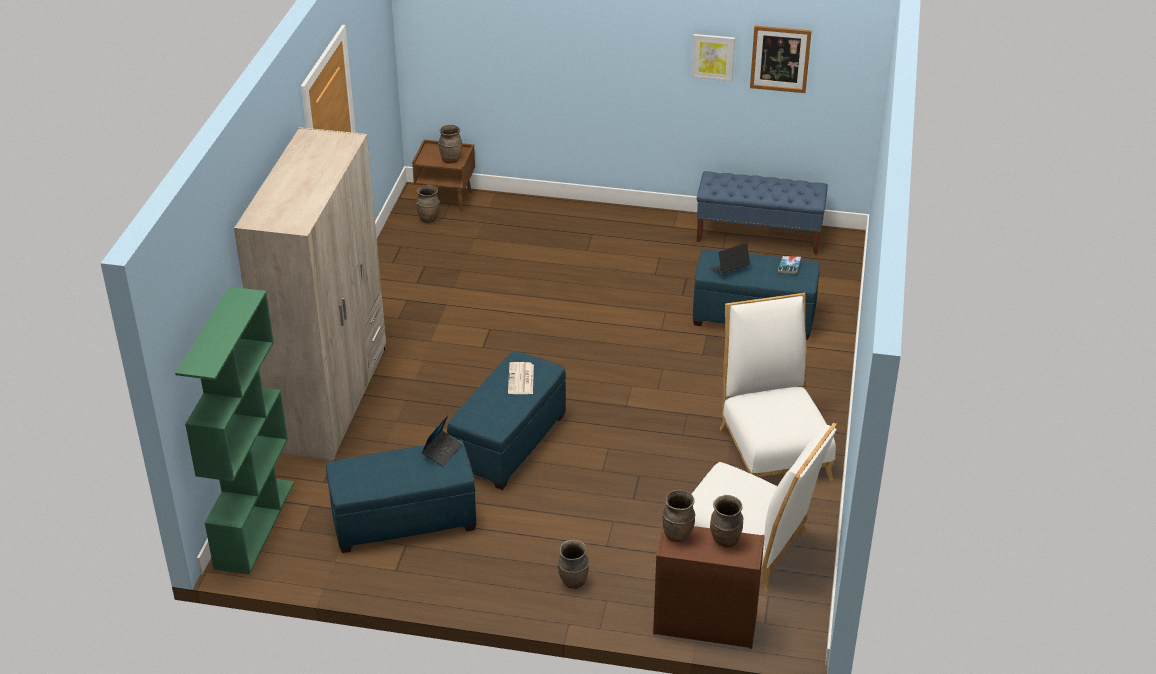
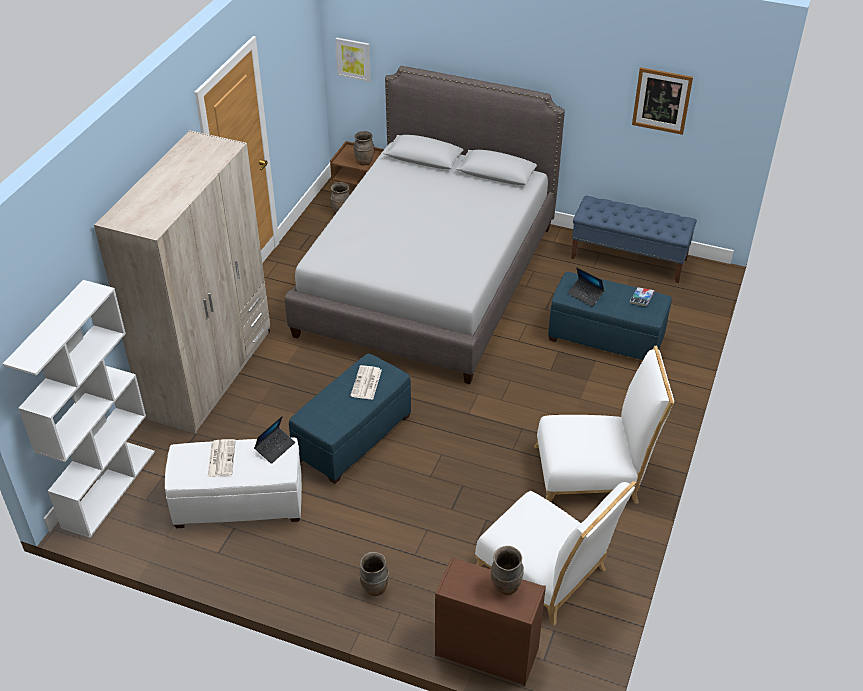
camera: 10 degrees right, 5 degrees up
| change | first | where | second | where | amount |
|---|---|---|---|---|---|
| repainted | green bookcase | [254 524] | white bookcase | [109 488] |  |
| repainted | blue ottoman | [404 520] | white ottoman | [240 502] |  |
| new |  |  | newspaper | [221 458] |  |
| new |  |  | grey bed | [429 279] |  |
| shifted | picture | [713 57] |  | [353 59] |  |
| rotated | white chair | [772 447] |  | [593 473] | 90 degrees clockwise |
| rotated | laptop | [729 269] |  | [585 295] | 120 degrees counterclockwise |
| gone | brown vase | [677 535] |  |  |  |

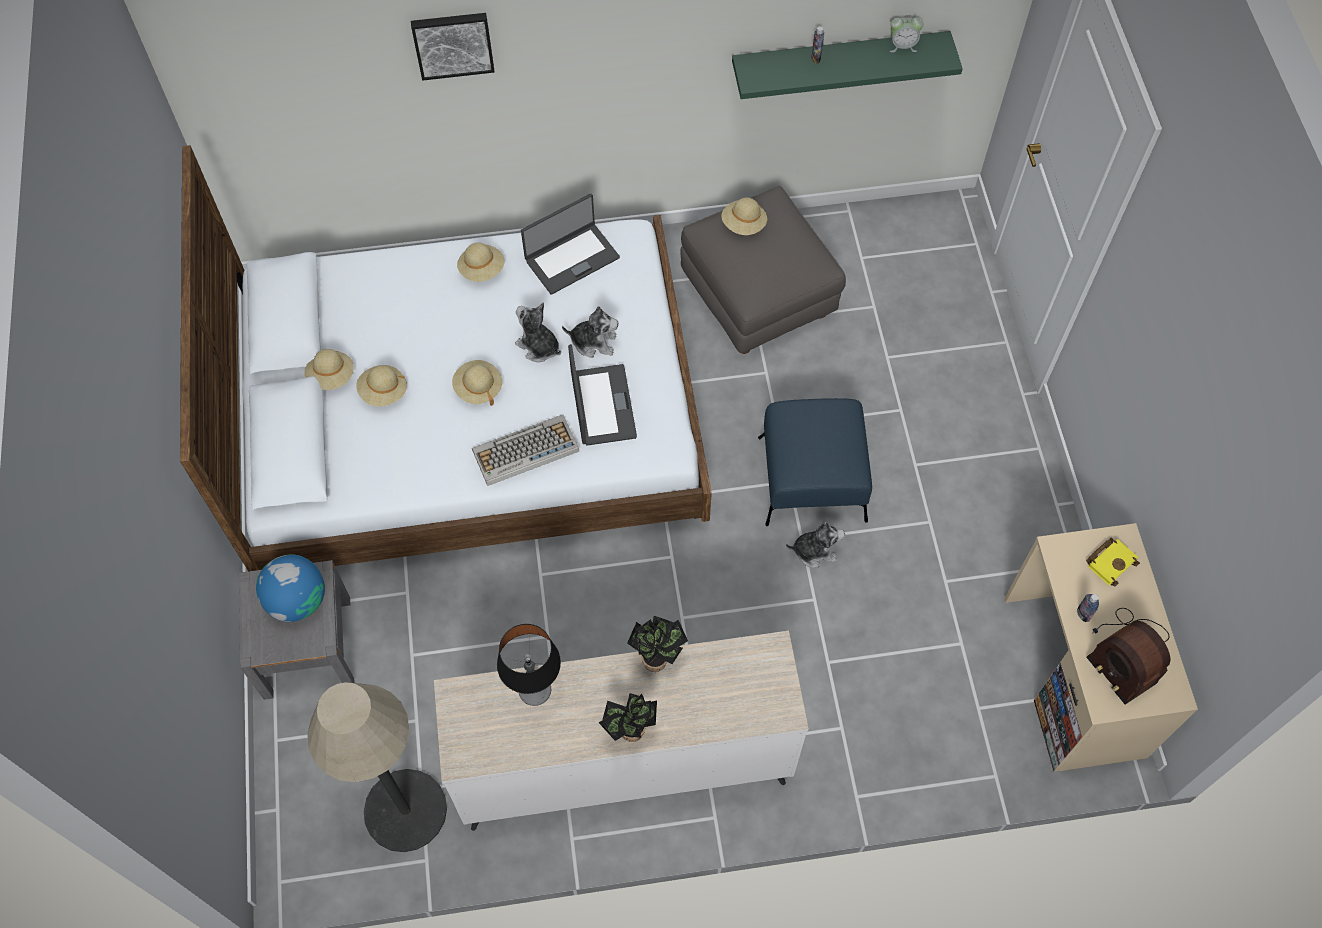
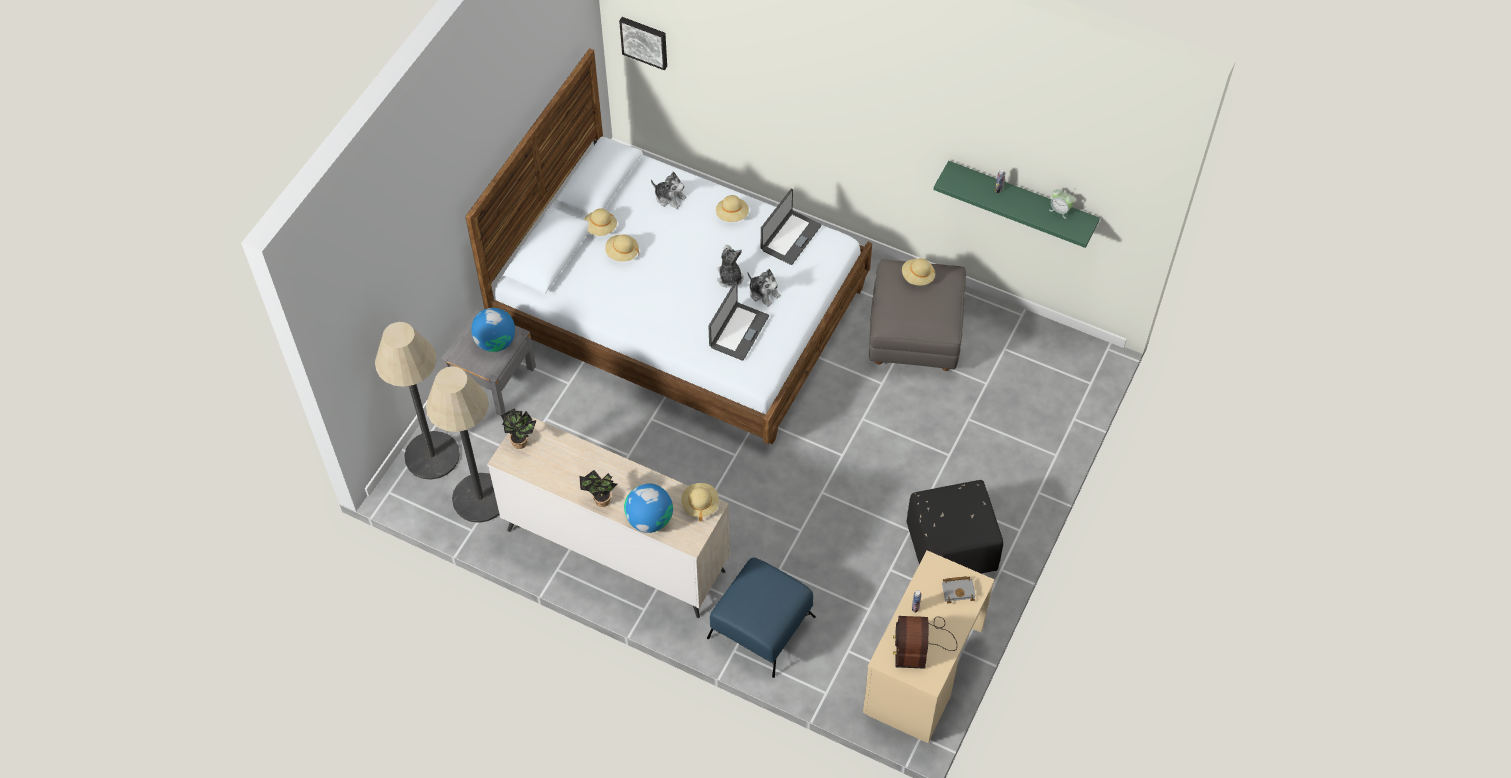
camera: 35 degrees right, 5 degrees down
| change | first | where | second | where | amount |
|---|---|---|---|---|---|
| new |  |  | floor lamp | [432 455] |  |
| shifted | potted plant | [657 659] |  | [522 442] |  |
| shifted | picture | [453 43] |  | [644 41] |  |
| new |  |  | globe | [649 519] |  |
| shifted | plush toy | [814 551] |  | [669 197] |  |
| shifted | beige hat | [478 388] |  | [700 504] |  |
| shifted | blue ottoman | [812 477] |  | [762 627] |  |
| rotated | laptop | [571 258] |  | [790 237] | 60 degrees counterclockwise |
| new |  |  | black ottoman | [952 547] |  |
| repainted | yellow book | [1111 561] | grey book | [959 590] |  |
| gone | keyboard | [525 451] |  |  |  |
| gone | table lamp | [534 690] |  |  |  |

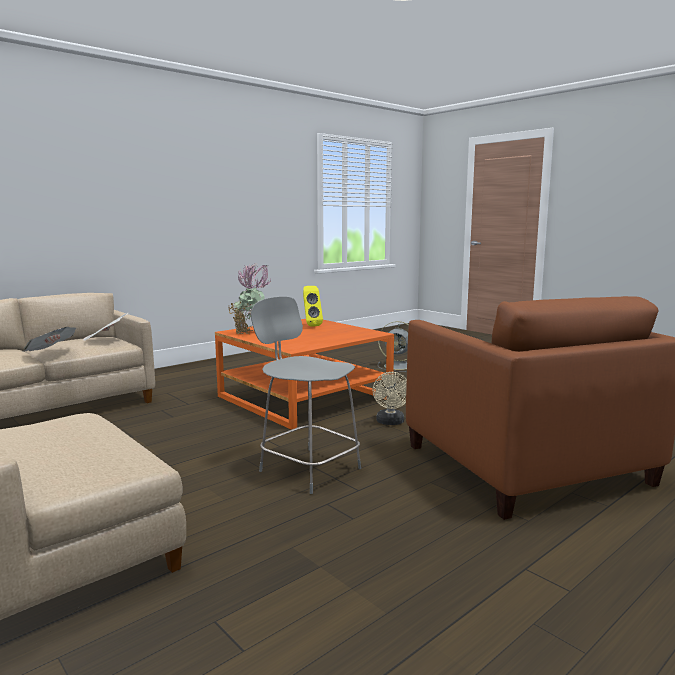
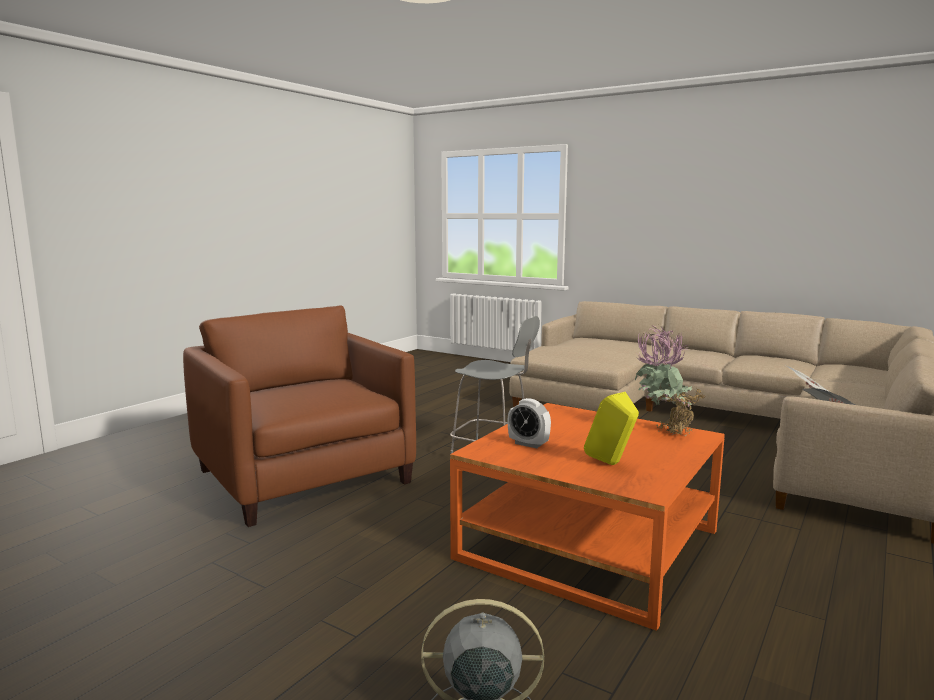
camera: 165 degrees right, 0 degrees up
| change | first | where | second | where | amount |
|---|---|---|---|---|---|
| new |  |  | alarm clock | [528 444] |  |
| gone | beige fan | [390 422] |  |  |  |

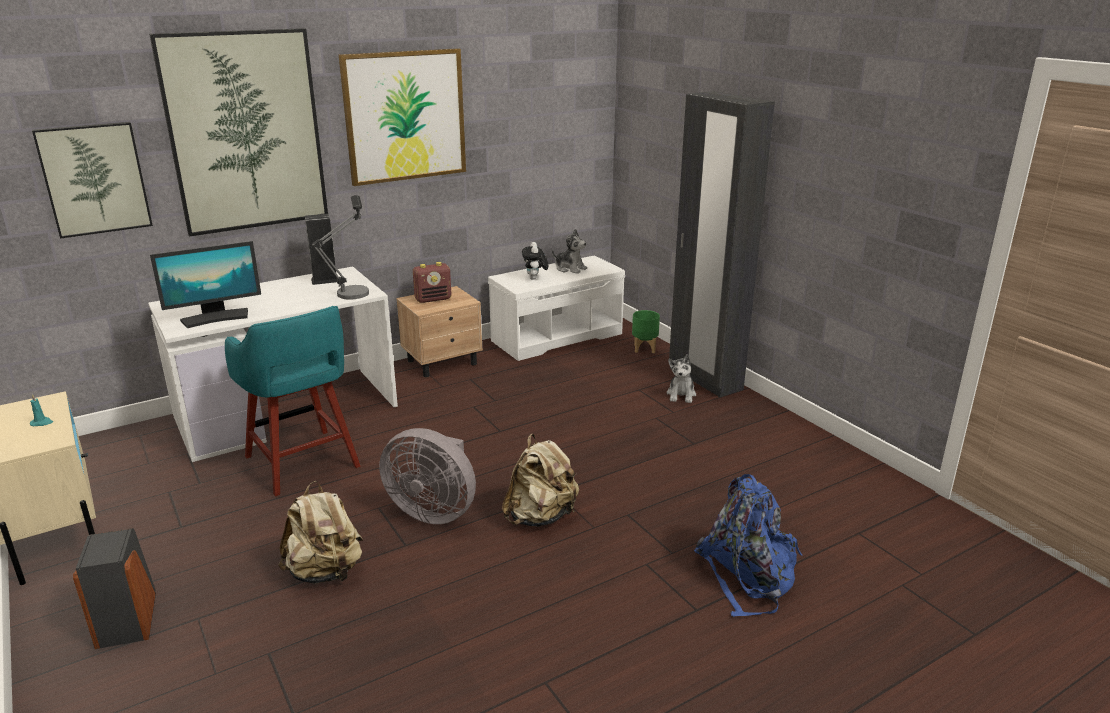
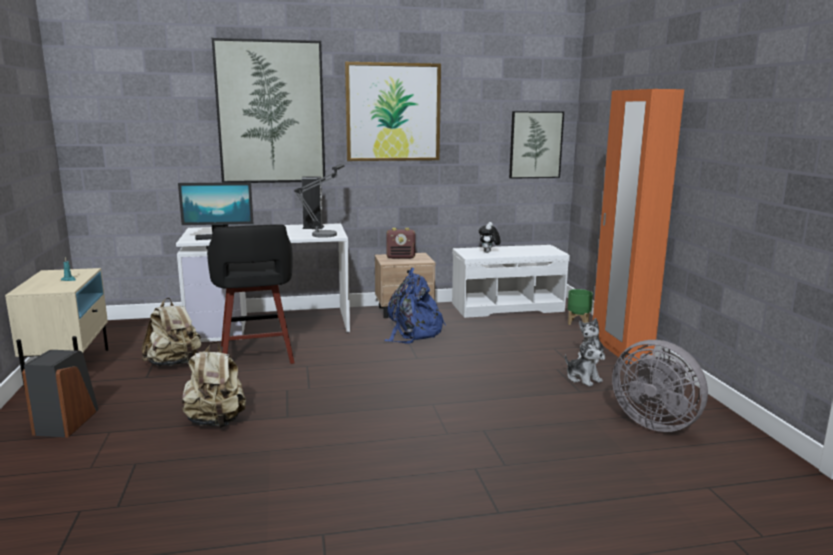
camera: 20 degrees right, 10 degrees down
| change | first | where | second | where | amount |
|---|---|---|---|---|---|
| shifted | beige backpack | [540 517] |  | [174 364] |  |
| repainted | turquoise stool | [303 463] | black stool | [256 355] |  |
| shifted | blue backpack | [748 575] |  | [413 332] |  |
| shifted | picture | [94 179] |  | [535 144] |  |
| shifted | plush toy | [570 268] |  | [582 378] |  |
| repainted | black wardrobe | [704 379] | orange wardrobe | [620 349] |  |
| shifted | grey fan | [434 511] |  | [654 422] |  |

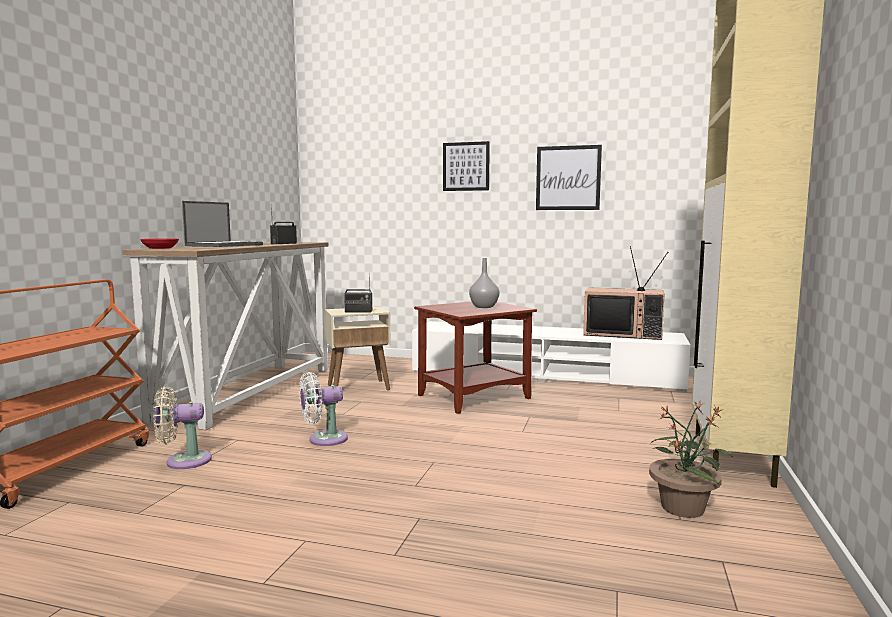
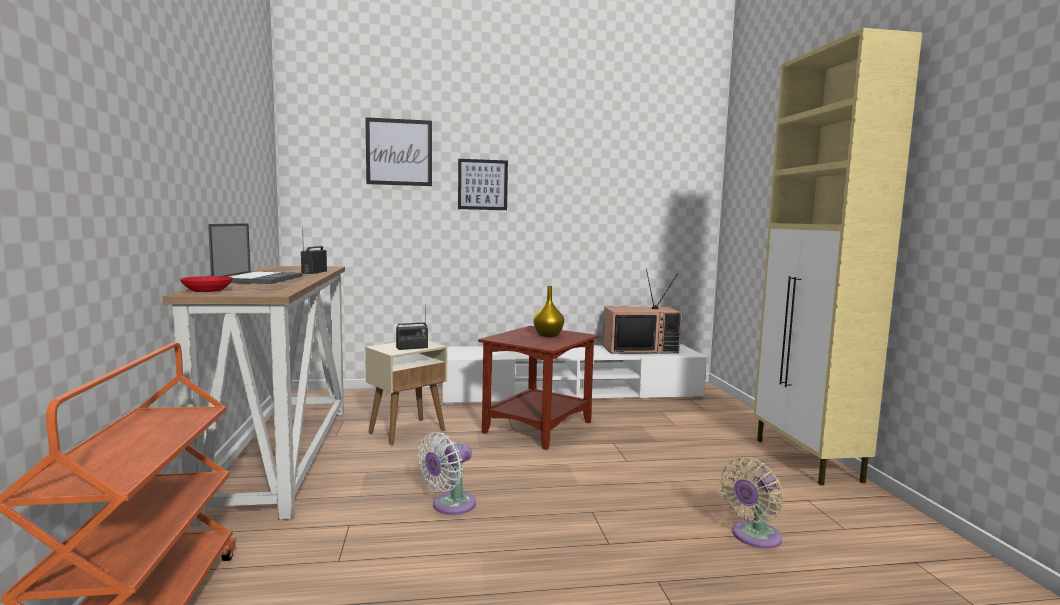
camera: 25 degrees left, 0 degrees up
| change | first | where | second | where | amount |
|---|---|---|---|---|---|
| shifted | picture | [568 178] |  | [399 152] |  |
| repainted | grey vase | [484 307] | yellow vase | [548 335] |  |
| shifted | beige fan | [183 461] |  | [753 537] |  |
| gone | potted plant | [683 507] |  |  |  |

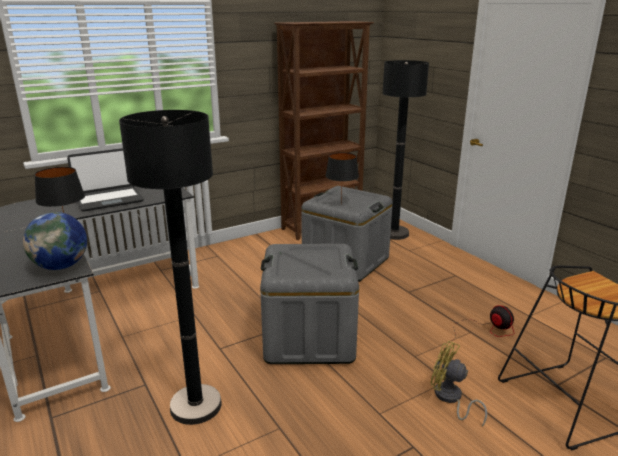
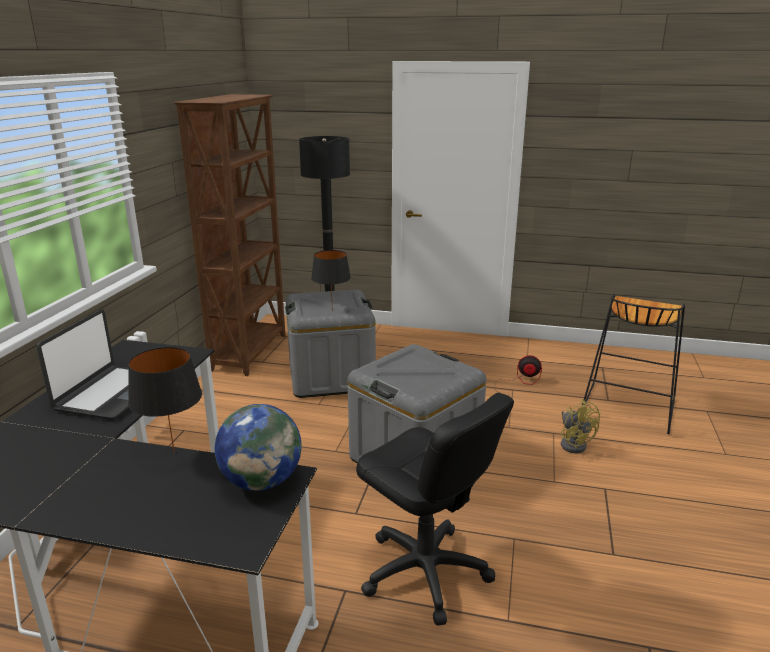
camera: 45 degrees left, 0 degrees up
| change | first | where | second | where | amount |
|---|---|---|---|---|---|
| swapped | black floor lamp | [196 406] | black office chair | [425 572] |  |
| rotated | yellow fan | [450 399] |  | [574 443] | 105 degrees counterclockwise |

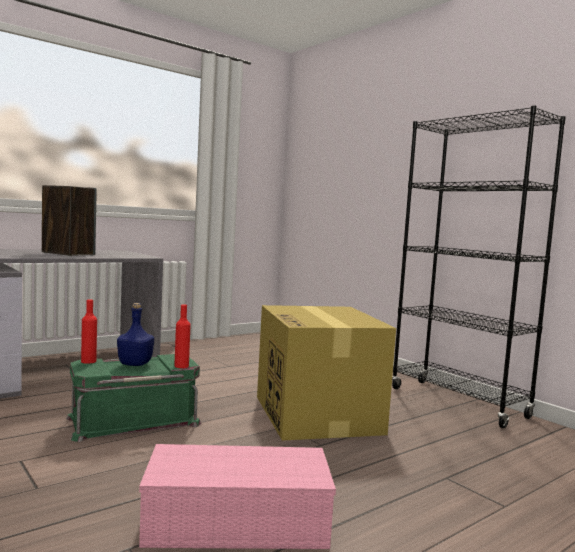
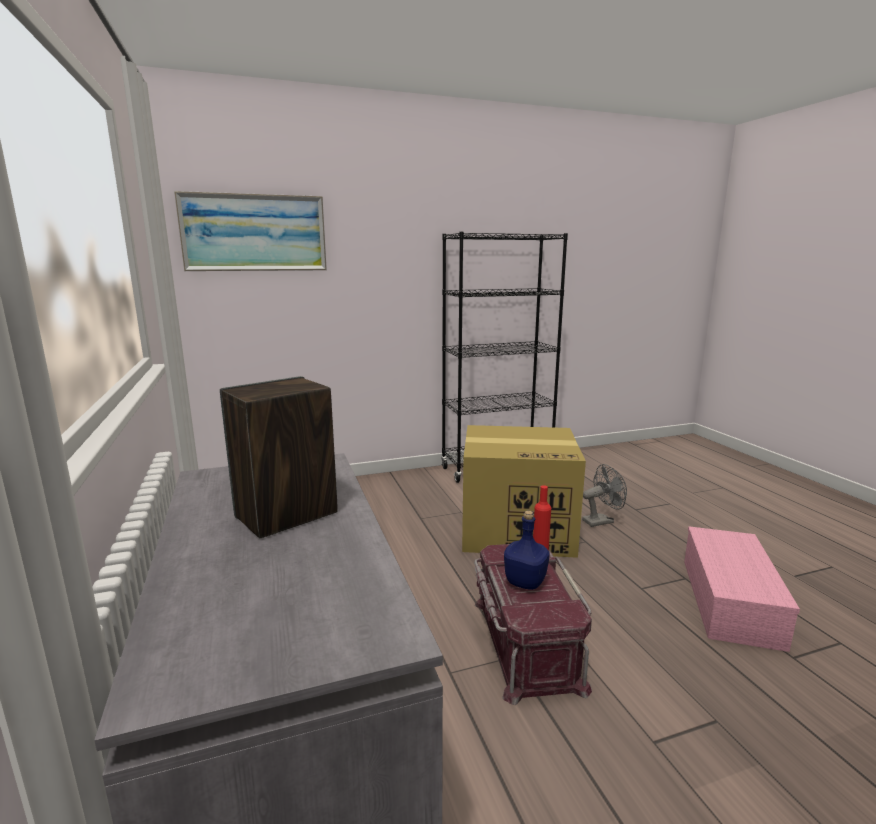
camera: 70 degrees left, 10 degrees up
| change | first | where | second | where | amount |
|---|---|---|---|---|---|
| new |  |  | picture | [254 233] |  |
| repainted | green storage box | [134 420] | red storage box | [524 642] |  |
| new |  |  | grey fan | [601 521] |  |
| gone | red bottle | [88 361] |  |  |  |

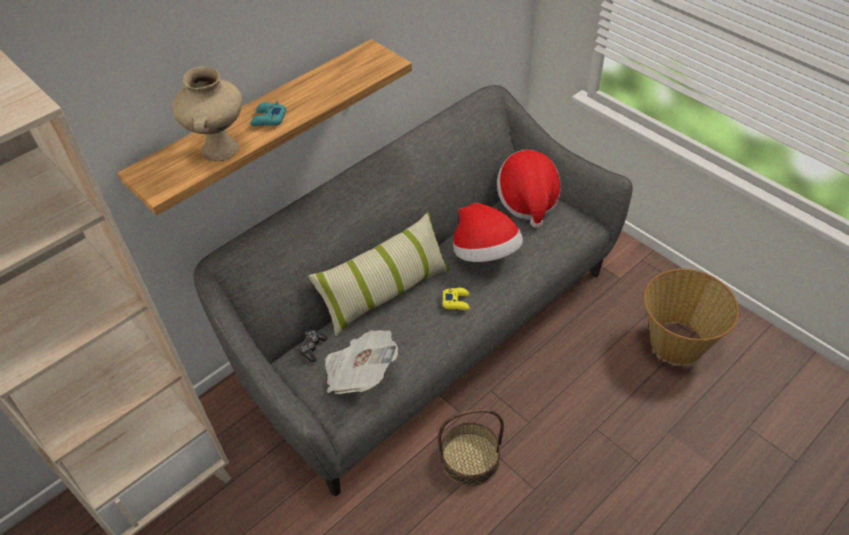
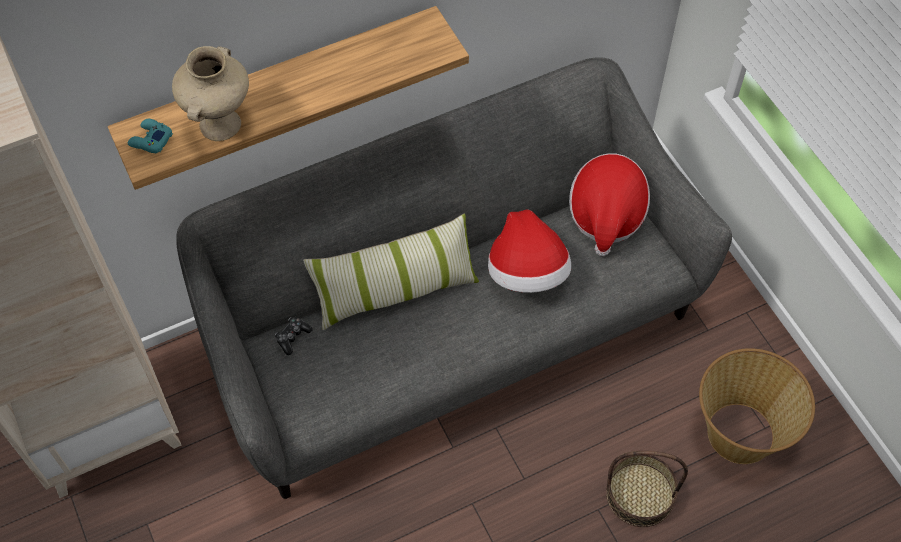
camera: 15 degrees right, 10 degrees up
| change | first | where | second | where | amount |
|---|---|---|---|---|---|
| shifted | turquoise game controller | [268 119] |  | [150 140] |  |
| shifted | basket | [470 458] |  | [640 494] |  |
| gone | newspaper | [360 373] |  |  |  |
| gone | yellow game controller | [456 301] |  |  |  |

